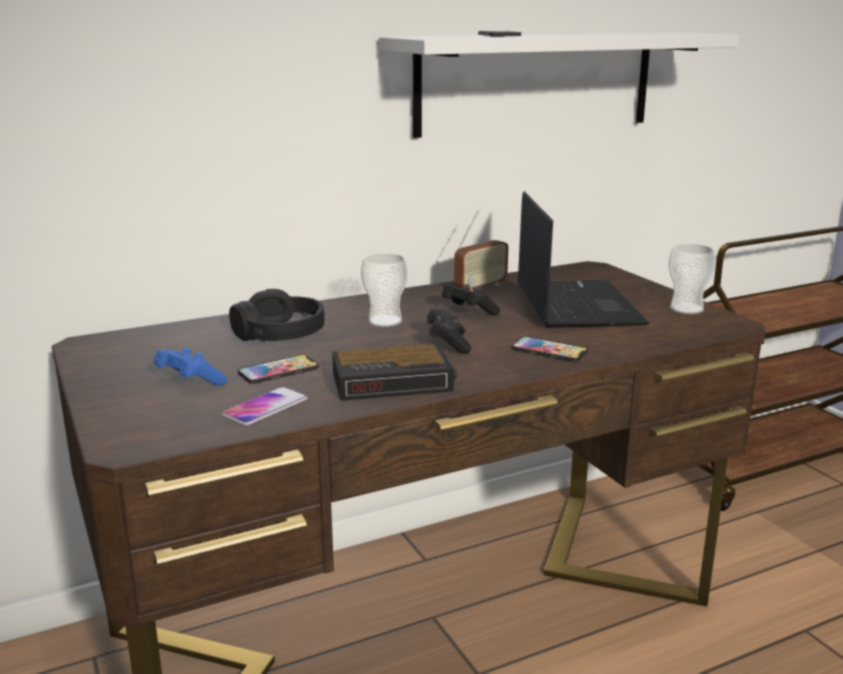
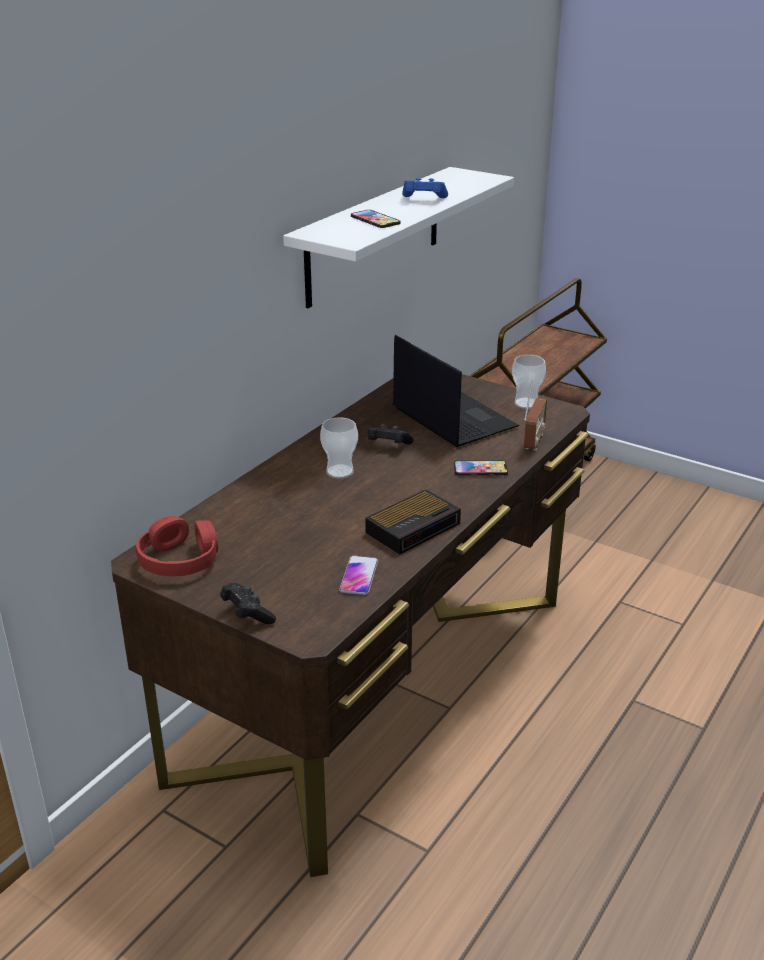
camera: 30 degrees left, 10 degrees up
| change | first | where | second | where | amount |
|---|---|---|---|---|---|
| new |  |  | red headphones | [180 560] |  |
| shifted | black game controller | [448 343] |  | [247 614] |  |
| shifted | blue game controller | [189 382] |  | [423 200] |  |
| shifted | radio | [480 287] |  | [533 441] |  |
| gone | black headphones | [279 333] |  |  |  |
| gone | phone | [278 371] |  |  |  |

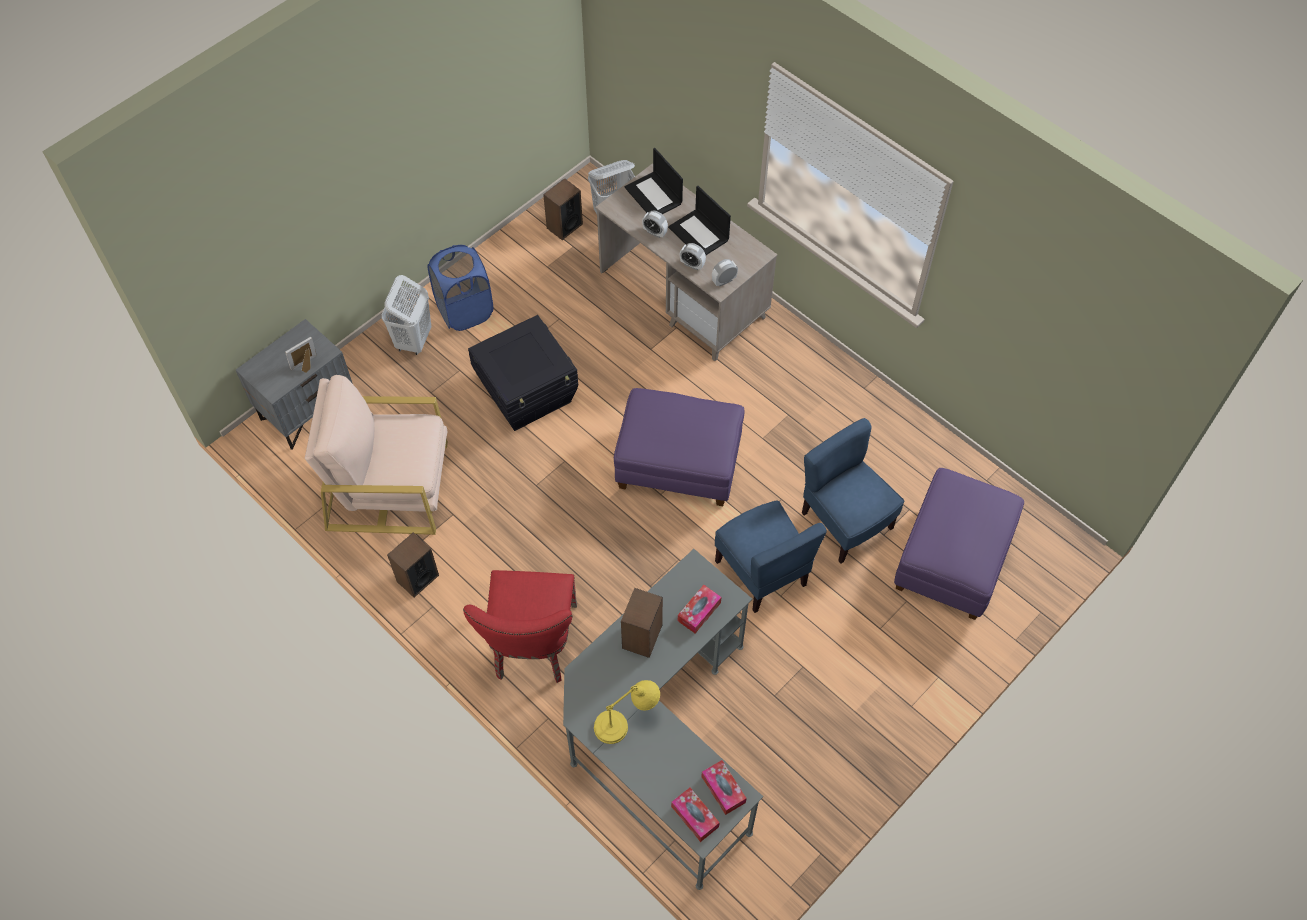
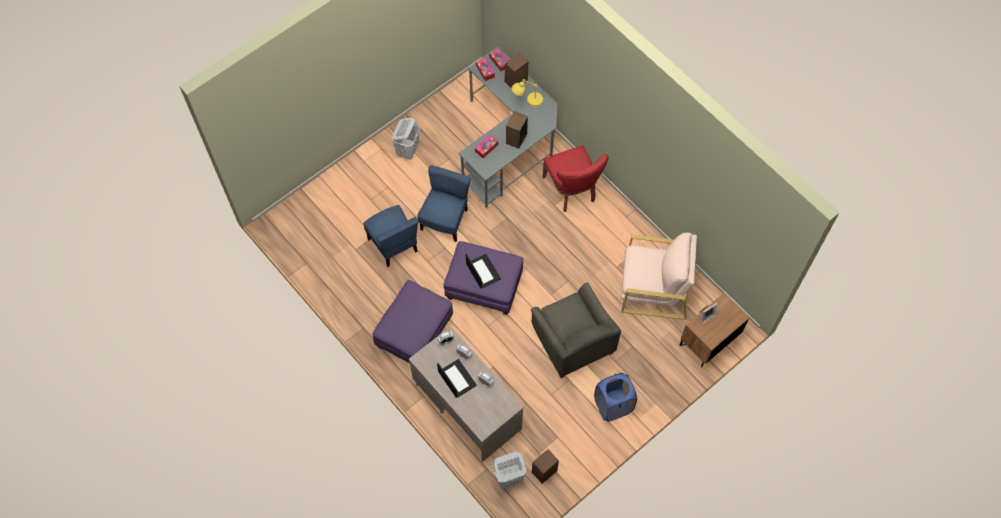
camera: 175 degrees left, 5 degrees up
| change | first | where | second | where | amount |
|---|---|---|---|---|---|
| shifted | purple ottoman | [952 560] |  | [414 332] |  |
| shifted | white laundry basket | [413 341] |  | [408 150] |  |
| rotated | blue chair | [762 573] |  | [445 220] | 45 degrees clockwise |
| shifted | laptop | [654 195] |  | [482 271] |  |
| shifted | speaker | [417 578] |  | [516 81] |  |
| swapped | black storage box | [528 393] | grey armchair | [572 341] |  |
| rotated | red chair | [533 647] |  | [572 191] | 150 degrees clockwise |
| repainted | grey nightstand | [308 408] | brown nightstand | [708 341] |  |

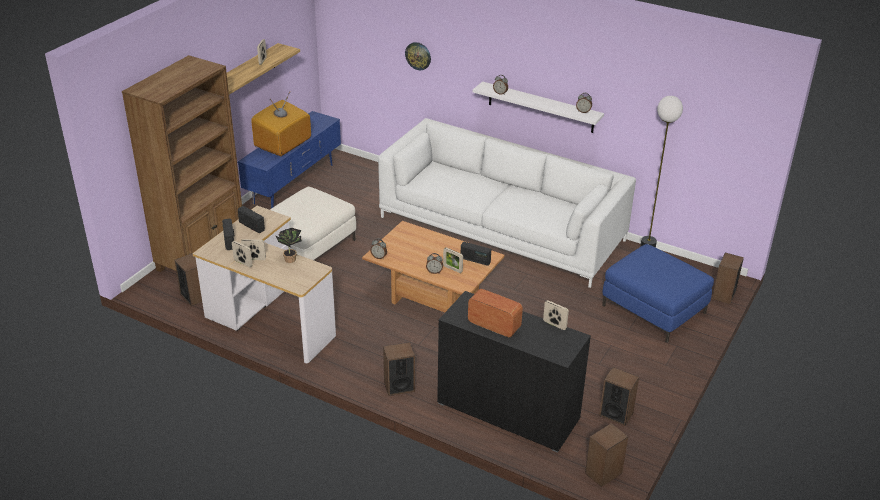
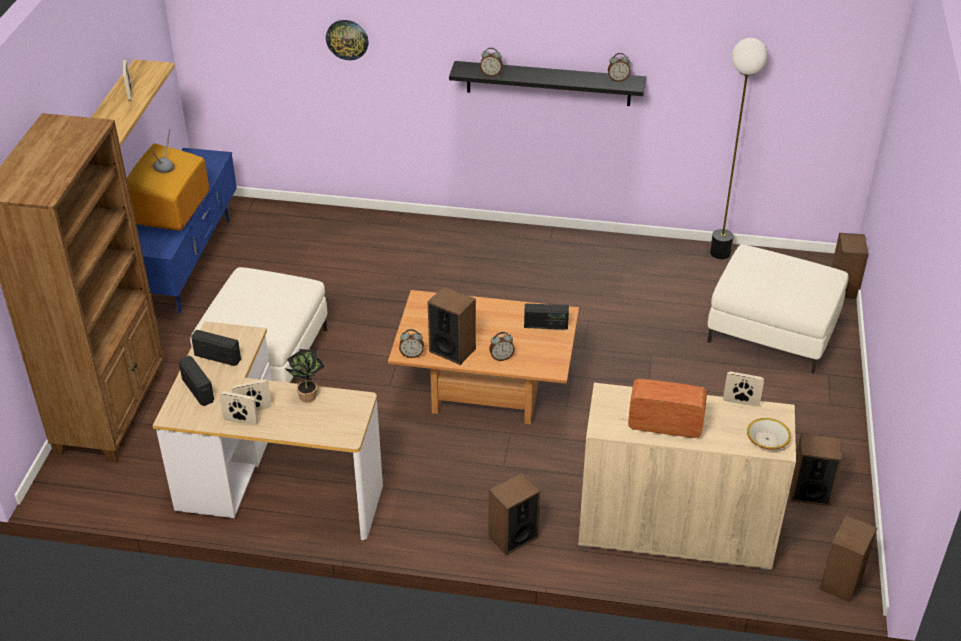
camera: 20 degrees left, 5 degrees up
| change | first | where | second | where | amount |
|---|---|---|---|---|---|
| shifted | speaker | [194 296] |  | [452 350] |  |
| repainted | white shelf | [540 107] | black shelf | [548 83] |  |
| repainted | black cabinet | [508 411] | beige cabinet | [675 530] |  |
| repainted | blue ottoman | [654 309] | white ottoman | [773 330] |  |
| new |  |  | bowl | [767 439] |  |
| gone | white sofa | [501 229] |  |  |  |
| gone | picture frame | [452 269] |  |  |  |

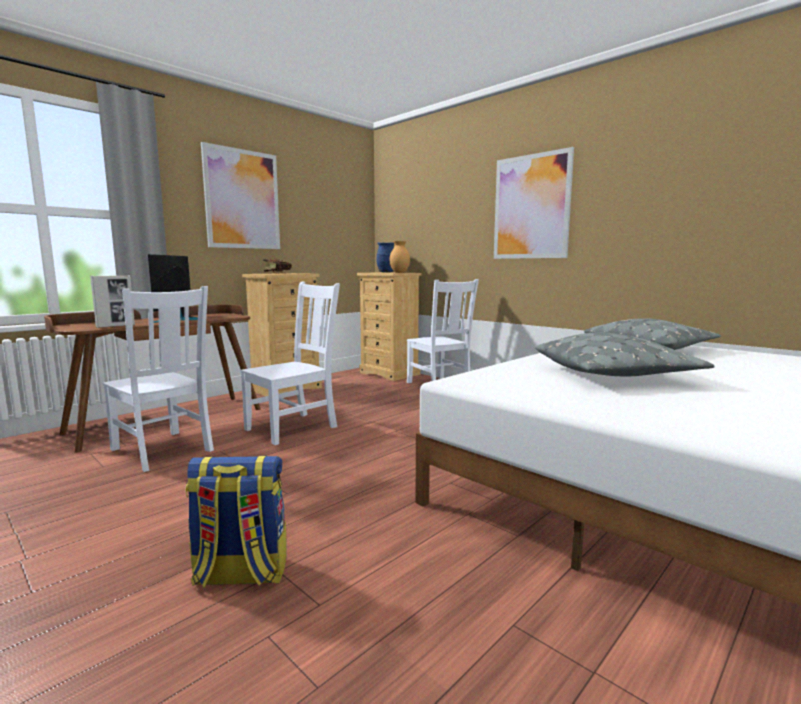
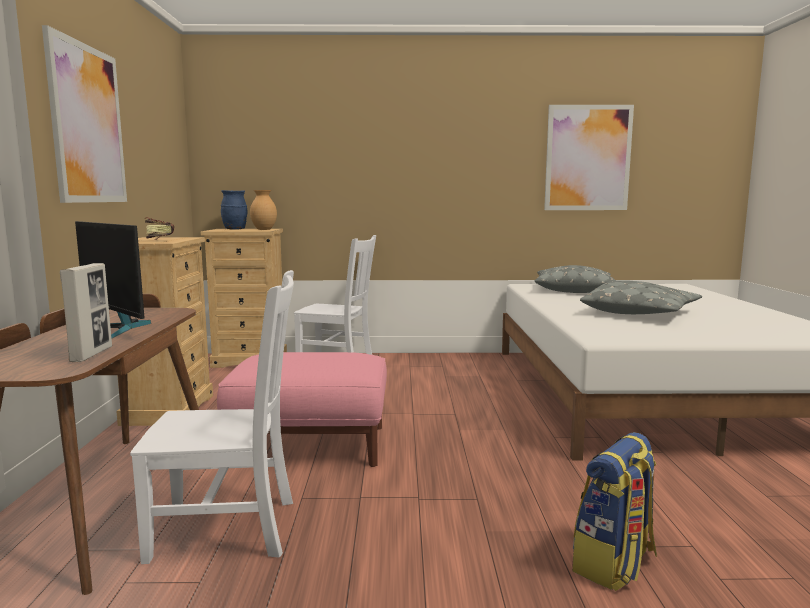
camera: 45 degrees left, 0 degrees up
| change | first | where | second | where | amount |
|---|---|---|---|---|---|
| swapped | white chair | [294 427] | pink ottoman | [311 445] |  |
| shifted | picture | [531 207] |  | [587 158] |  |

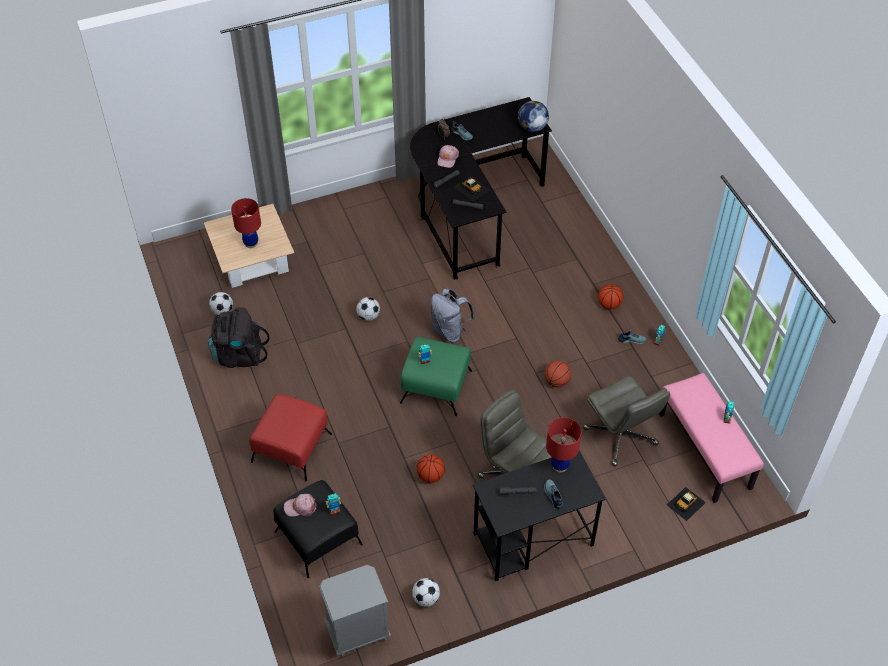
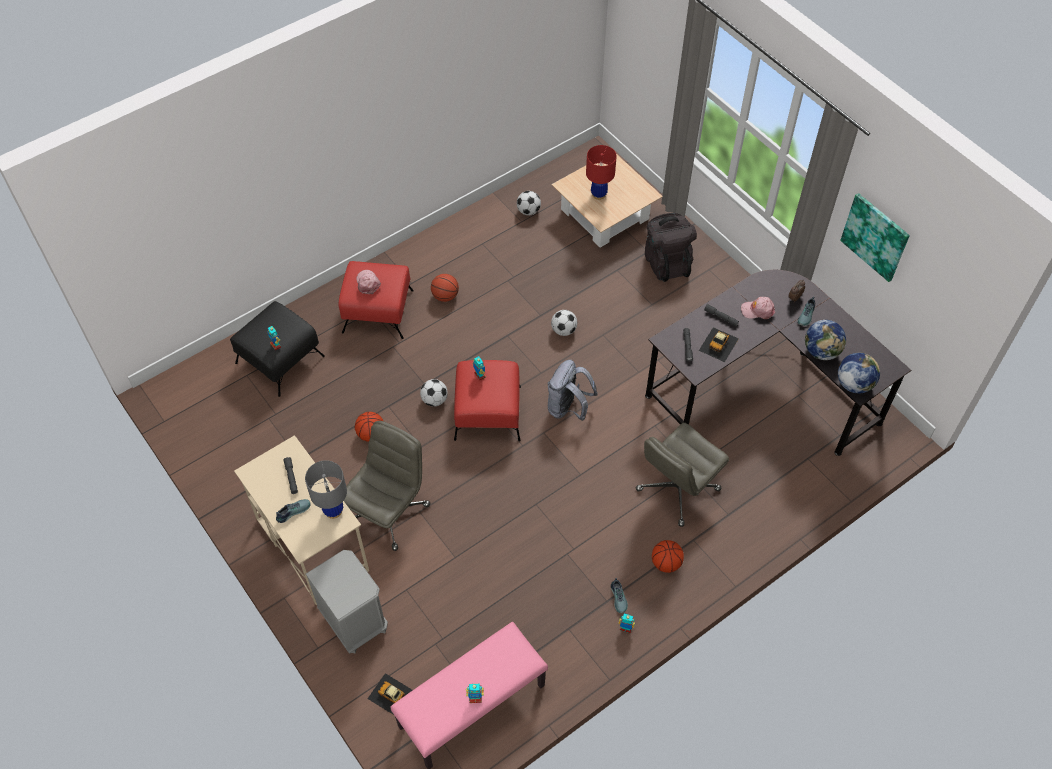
camera: 75 degrees right, 5 degrees up
| change | first | where | second | where | amount |
|---|---|---|---|---|---|
| repainted | black desk | [532 540] | beige desk | [311 544] |  |
| repainted | red table lamp | [560 466] | grey table lamp | [333 510] |  |
| shifted | grey nightstand | [357 632] |  | [354 622] |  |
| shifted | pink cap | [300 507] |  | [368 283] |  |
| shifted | football | [426 599] |  | [434 400] |  |
| shifted | basketball | [556 382] |  | [445 296] |  |
| repainted | green ottoman | [435 386] | red ottoman | [488 412] |  |
| shifted | grey office chair | [621 437] |  | [677 490] |  |
| shifted | black backpack | [239 355] |  | [666 262] |  |
| new |  |  | globe | [821 351] |  |
| new |  |  | picture | [875 236] |  |

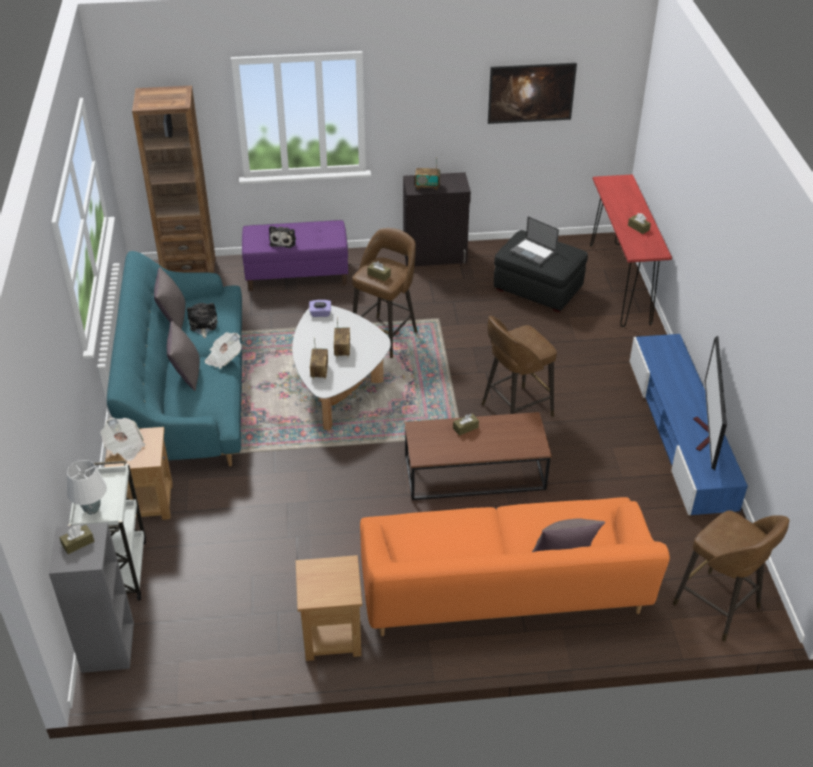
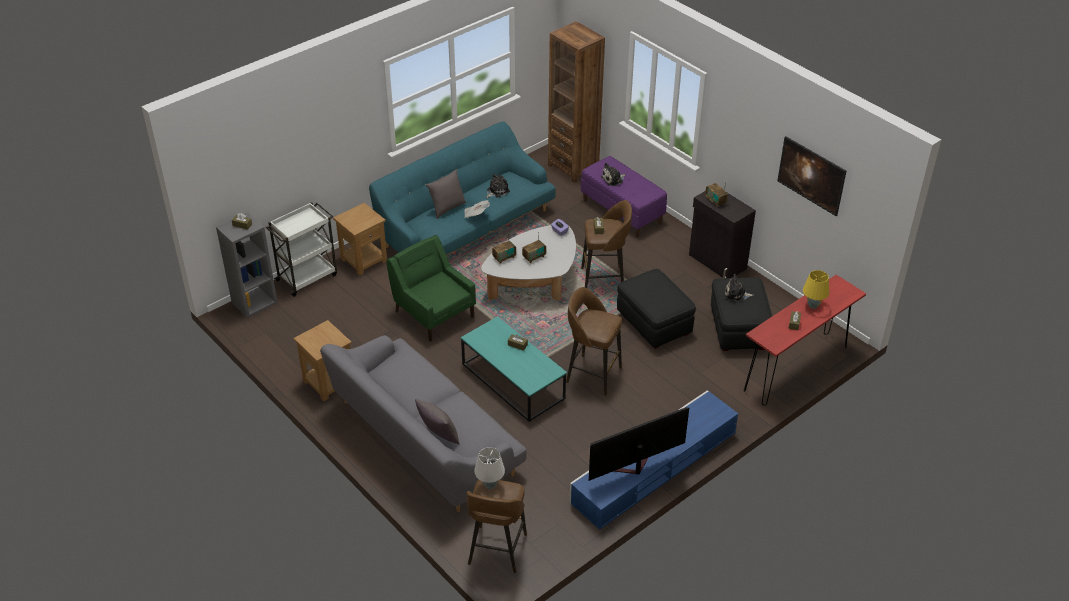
camera: 55 degrees right, 0 degrees up
| change | first | where | second | where | amount |
|---|---|---|---|---|---|
| repainted | orange sofa | [503 589] | grey sofa | [424 439] |  |
| new |  |  | green armchair | [433 313] |  |
| repainted | brown coffee table | [474 473] | turquoise coffee table | [513 381] |  |
| shifted | white table lamp | [91 510] |  | [489 485] |  |
| new |  |  | black ottoman | [654 323] |  |
| swapped | laptop | [533 251] | plush toy | [736 294] |  |
| new |  |  | yellow table lamp | [812 305] |  |
| gone | newspaper | [124 447] |  |  |  |
| gone | grey pillow | [173 318] |  |  |  |

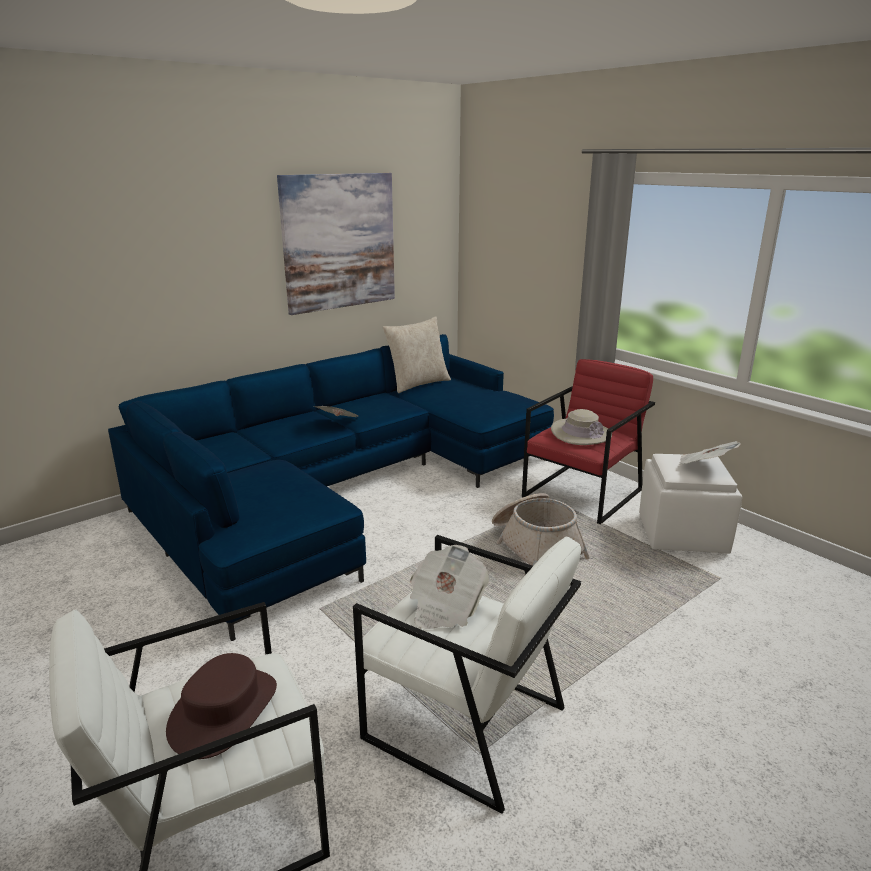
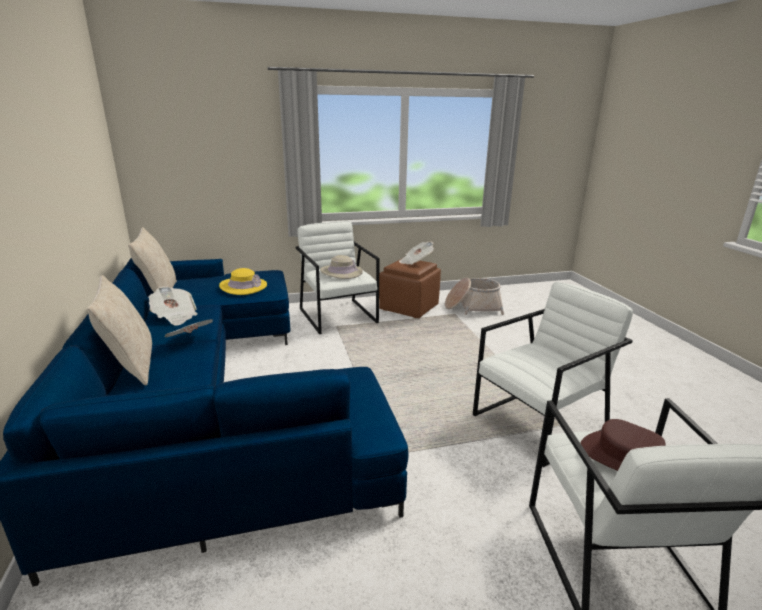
camera: 65 degrees left, 0 degrees up
| change | first | where | second | where | amount |
|---|---|---|---|---|---|
| new |  |  | beige pillow | [131 366] |  |
| shifted | newspaper | [445 606] |  | [175 317] |  |
| new |  |  | yellow hat | [243 286] |  |
| repainted | red armchair | [583 493] | white armchair | [338 315] |  |
| repainted | white ottoman | [681 534] | brown ottoman | [409 308] |  |
| shifted | basket | [535 545] |  | [472 307] |  |
| gone | picture | [339 242] |  |  |  |

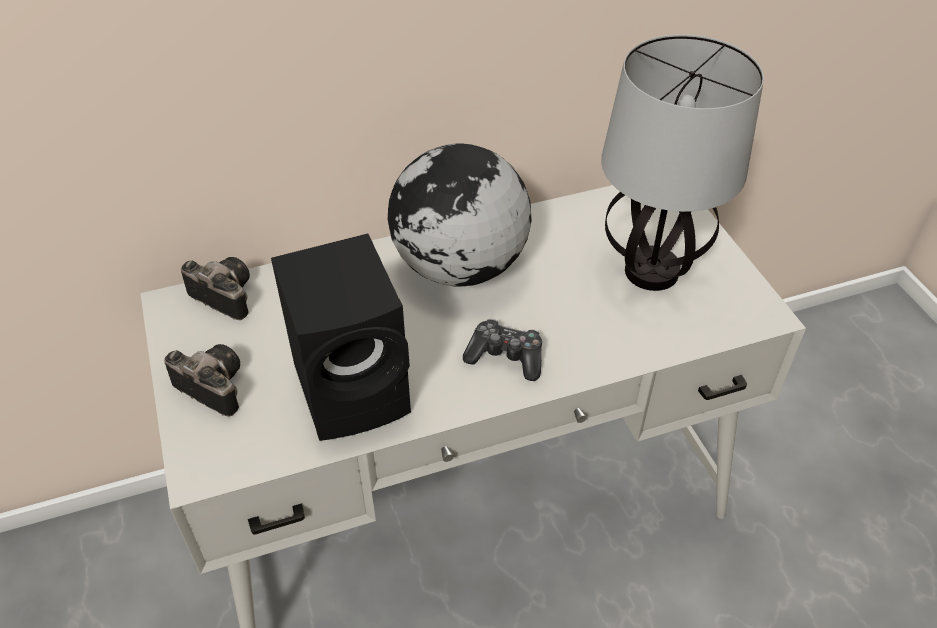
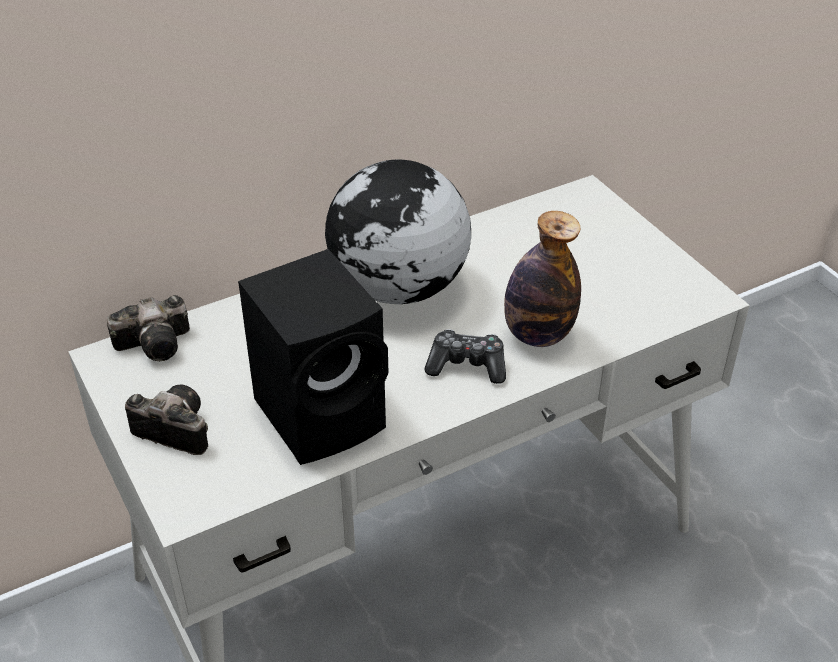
camera: 10 degrees left, 5 degrees down
| change | first | where | second | where | amount |
|---|---|---|---|---|---|
| rotated | photo camera | [222 295] |  | [158 343] | 135 degrees clockwise |
| new |  |  | bottle | [538 334] |  |
| gone | table lamp | [650 271] |  |  |  |

